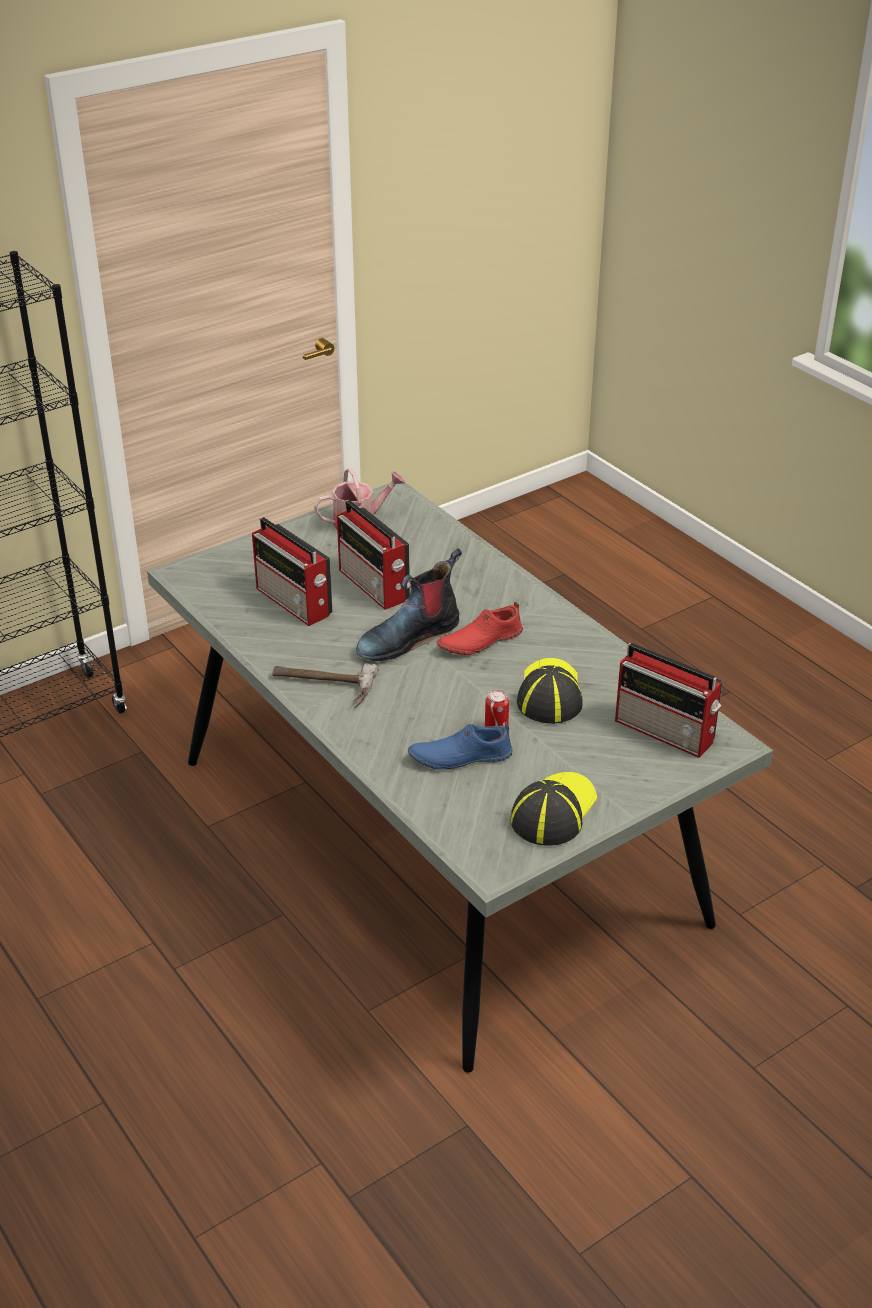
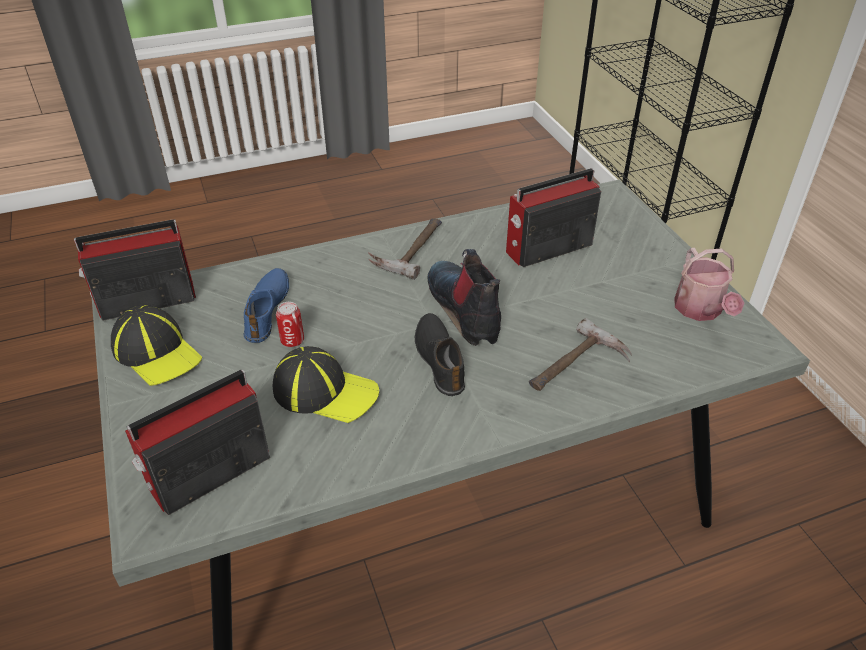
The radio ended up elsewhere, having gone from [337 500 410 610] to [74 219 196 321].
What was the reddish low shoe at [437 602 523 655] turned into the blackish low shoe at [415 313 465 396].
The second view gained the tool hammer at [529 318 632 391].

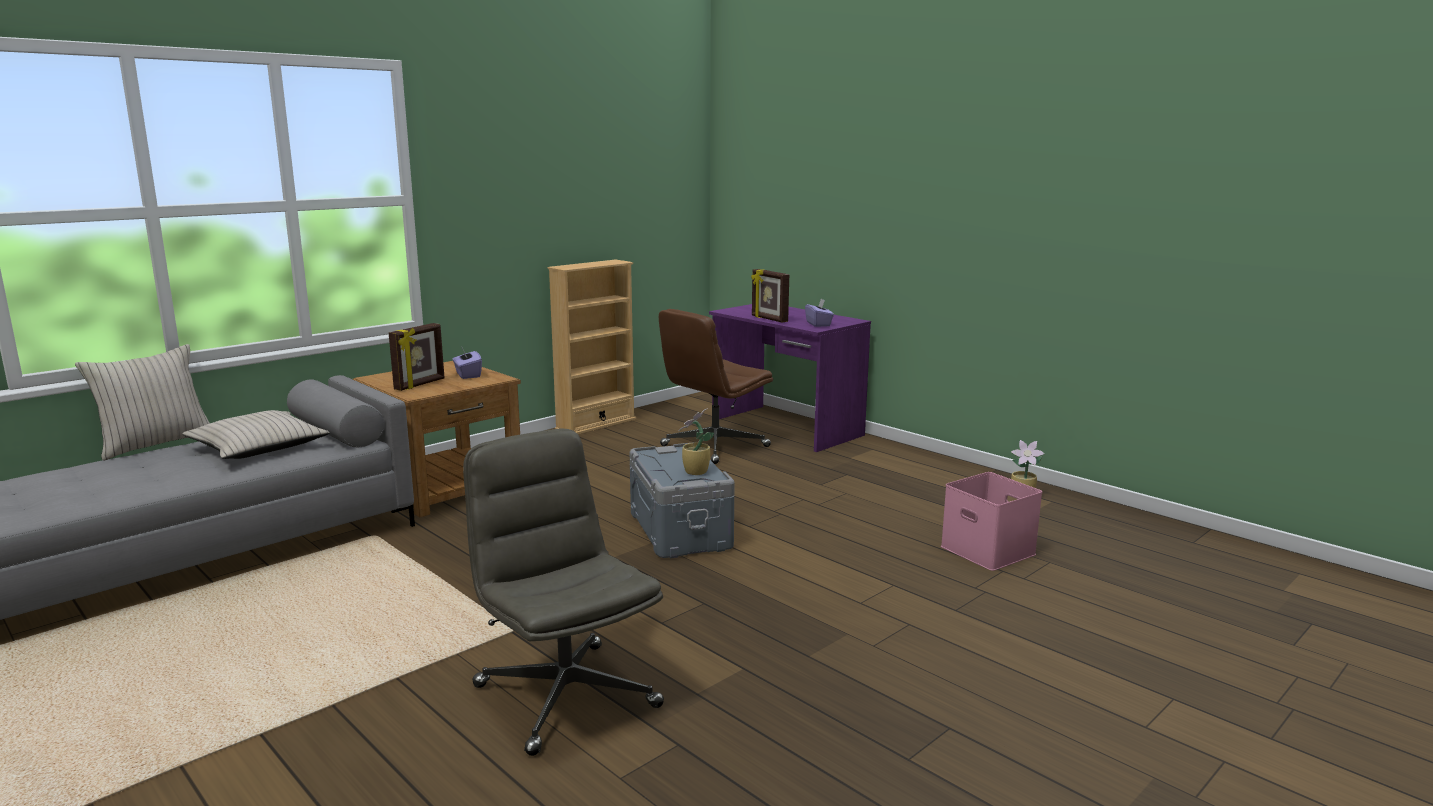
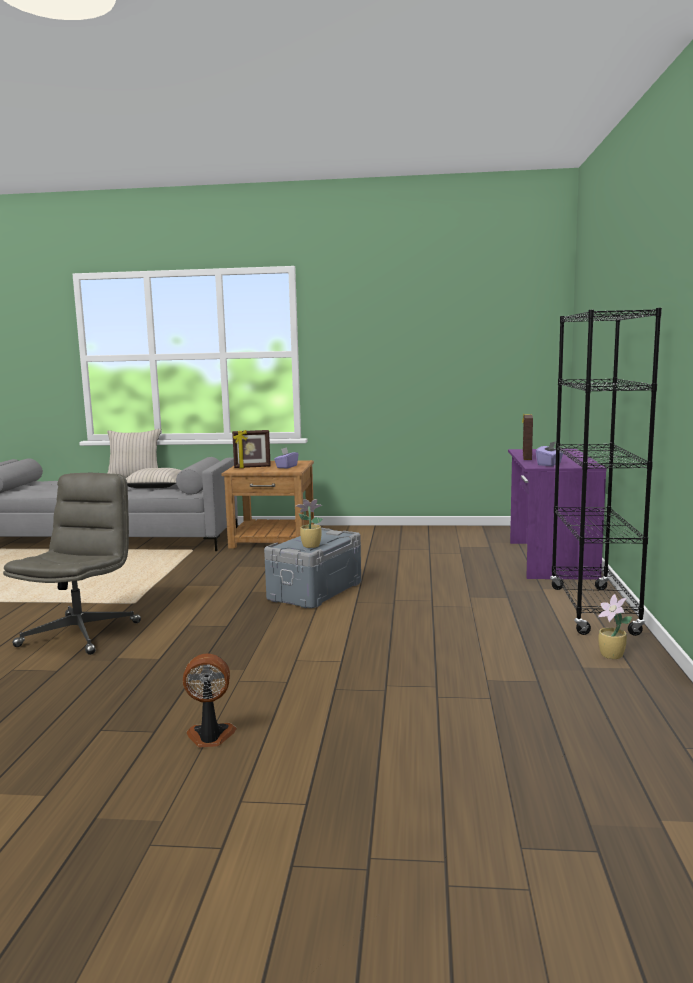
The second view gained the electric fan at [183 653 237 747].
The second view gained the blackish bookshelf at [550 308 662 636].
The second view lost the beige-coloured bookshelf at [548 259 636 434].
The second view lost the brownish office chair at [659 309 773 464].
The second view lost the pink storage container at [941 472 1043 571].

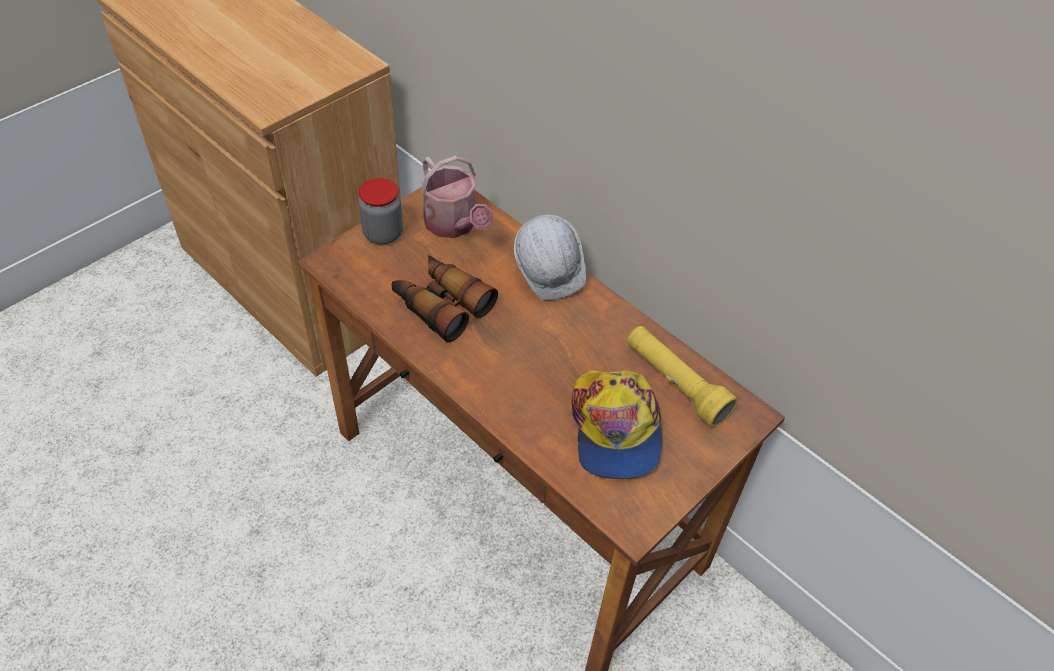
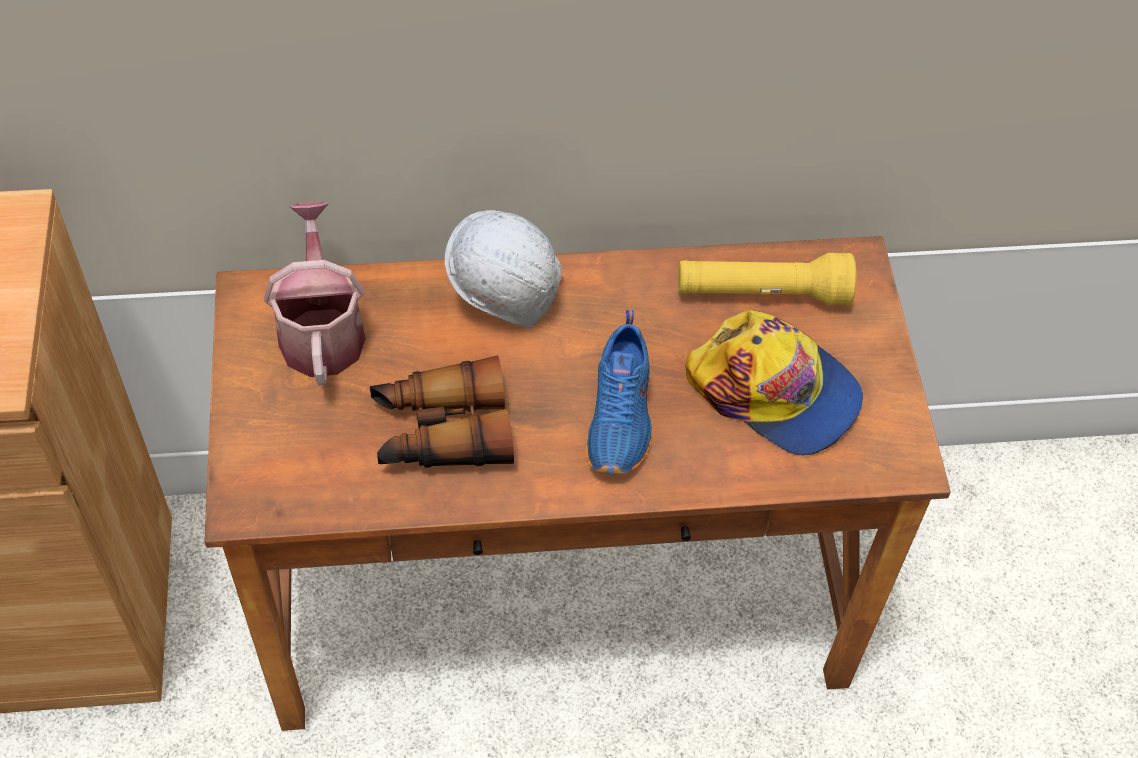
The watering pot at [421 156 493 238] ended up facing another way, 105 degrees counterclockwise from before.
The second view gained the blue low shoe at [586 310 652 474].
The second view lost the storage jar at [359 178 403 245].

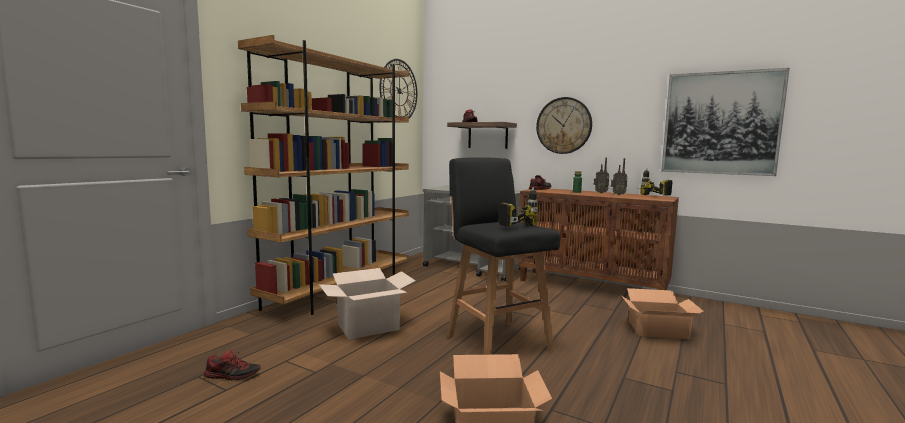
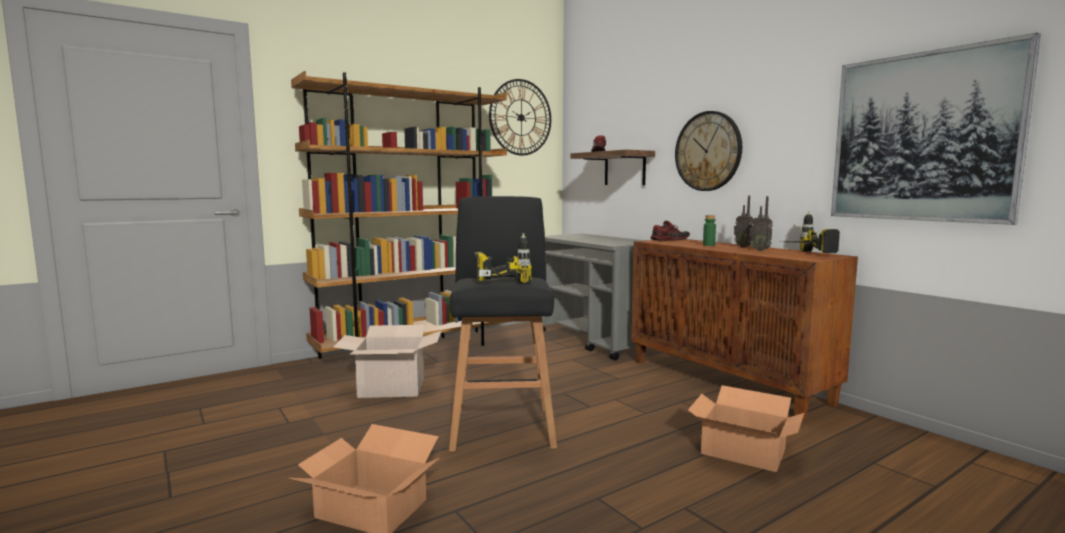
The second view lost the low shoe at [204 350 261 380].

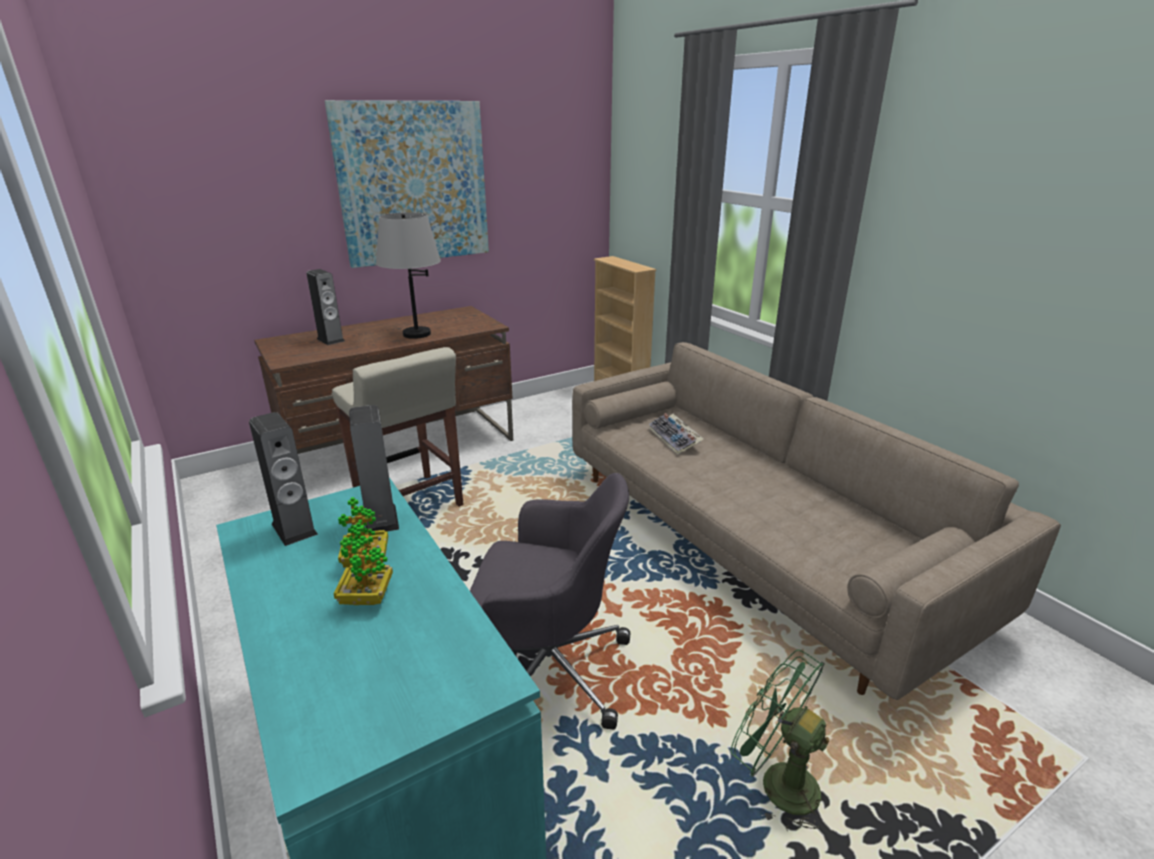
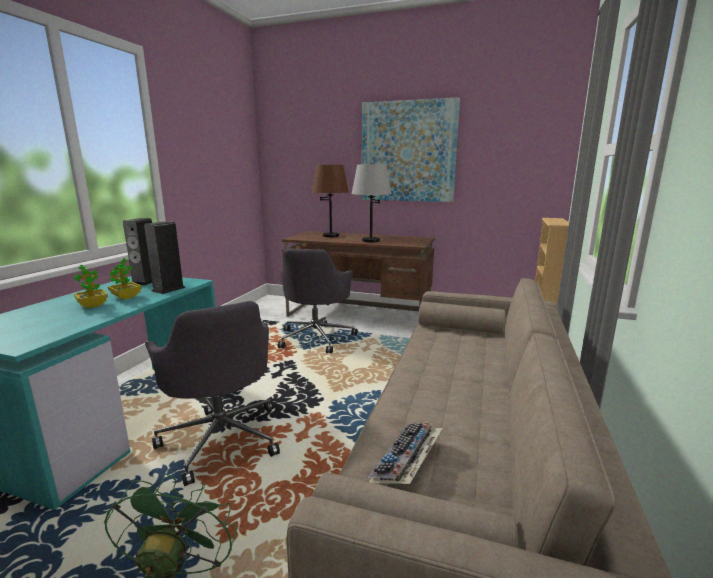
Where the beige-coloured stool stood at [332 347 463 507], the grey office chair came to stand at [278 248 358 353].
Where the speaker stood at [306 269 345 345], the brownish tabletop lamp came to stand at [312 164 349 237].
The keyboard ended up elsewhere, having gone from [649 413 704 455] to [368 422 443 484].

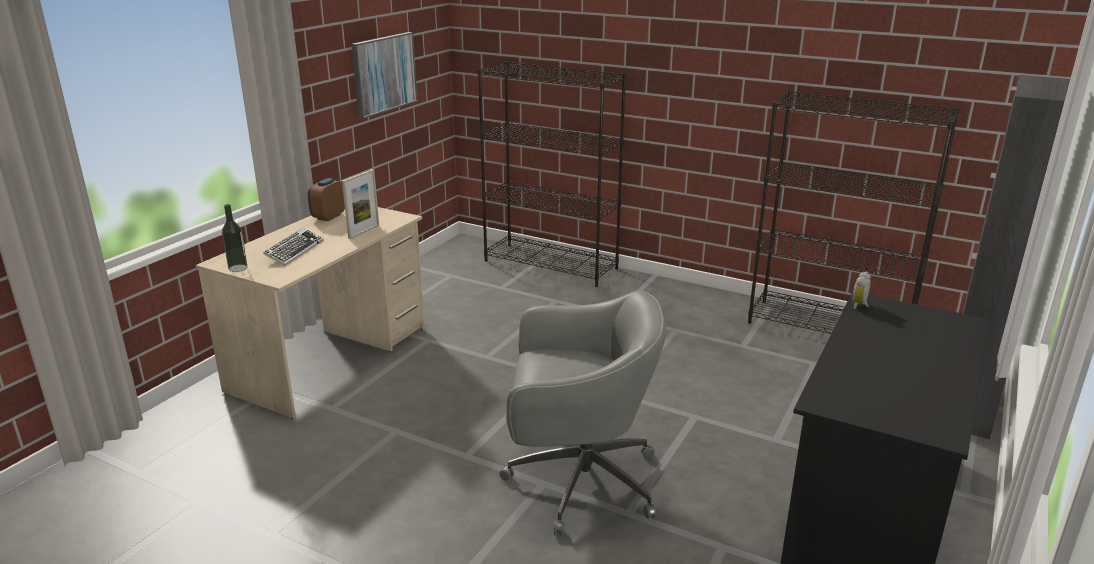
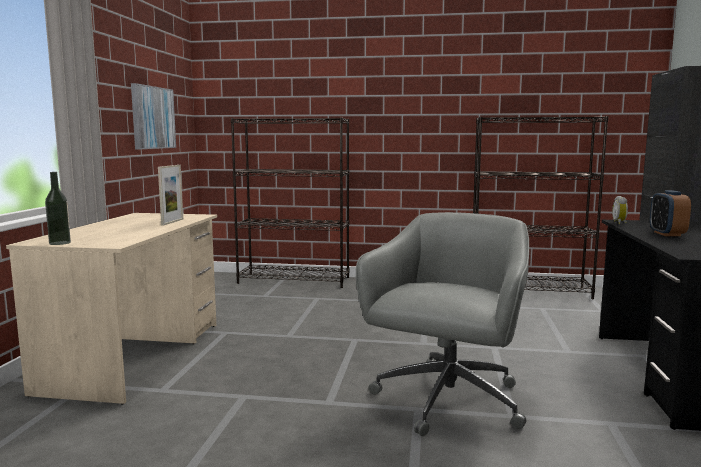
The grey office chair at [499 291 666 536] ended up facing another way, 45 degrees counterclockwise from before.
The bedside clock ended up elsewhere, having gone from [308 178 345 221] to [650 190 691 236].
The second view lost the keyboard at [263 228 324 265].

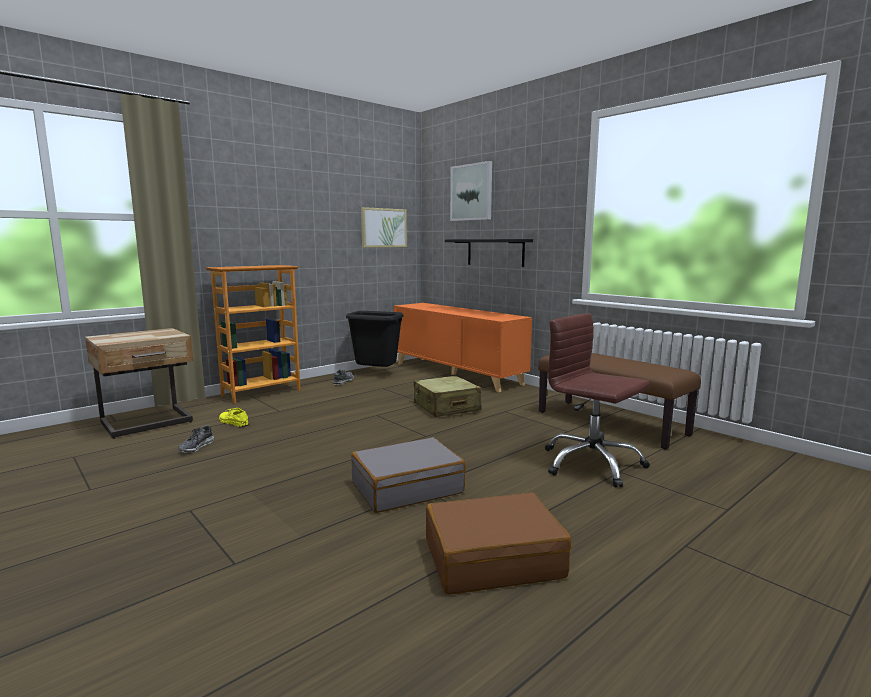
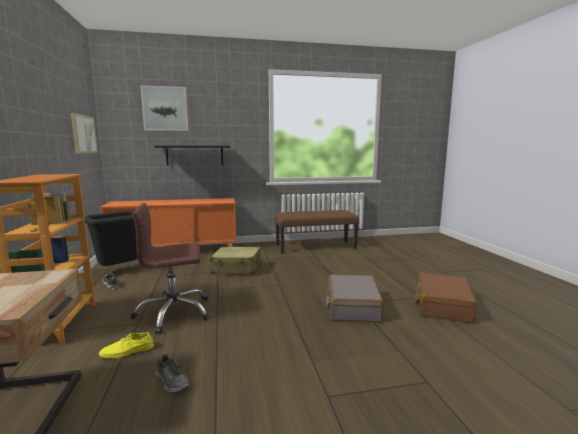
The brownish office chair ended up elsewhere, having gone from [545 313 650 488] to [130 203 210 334].

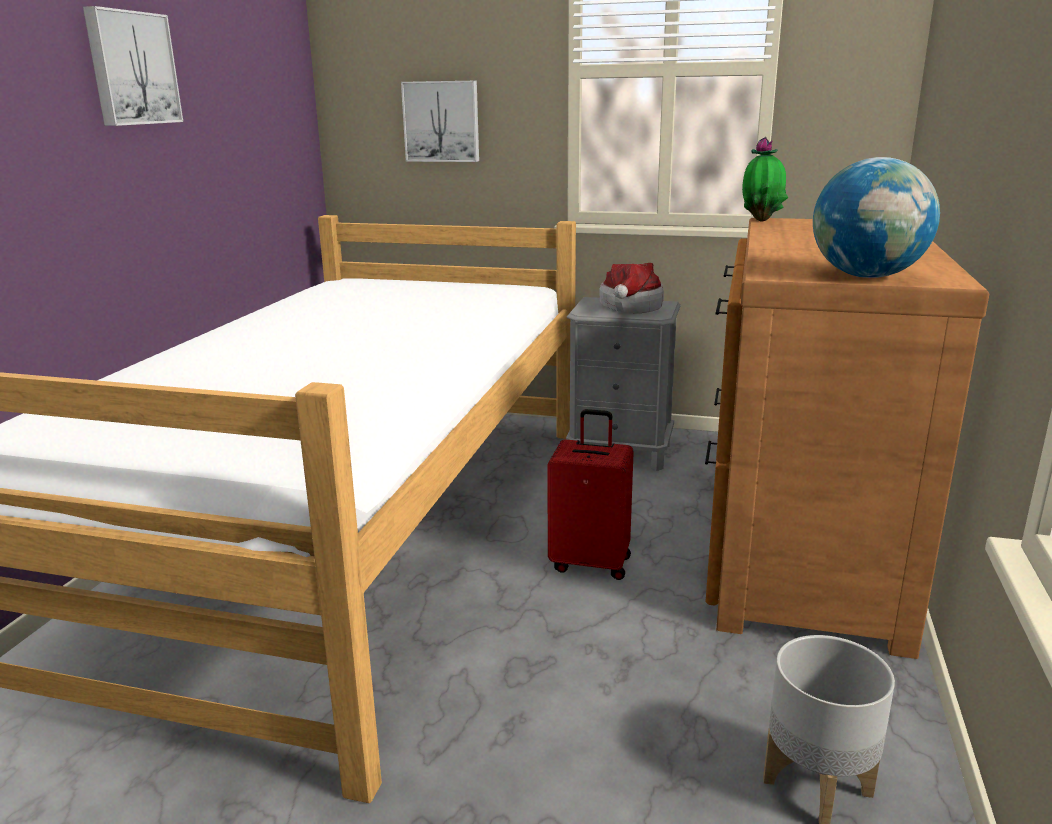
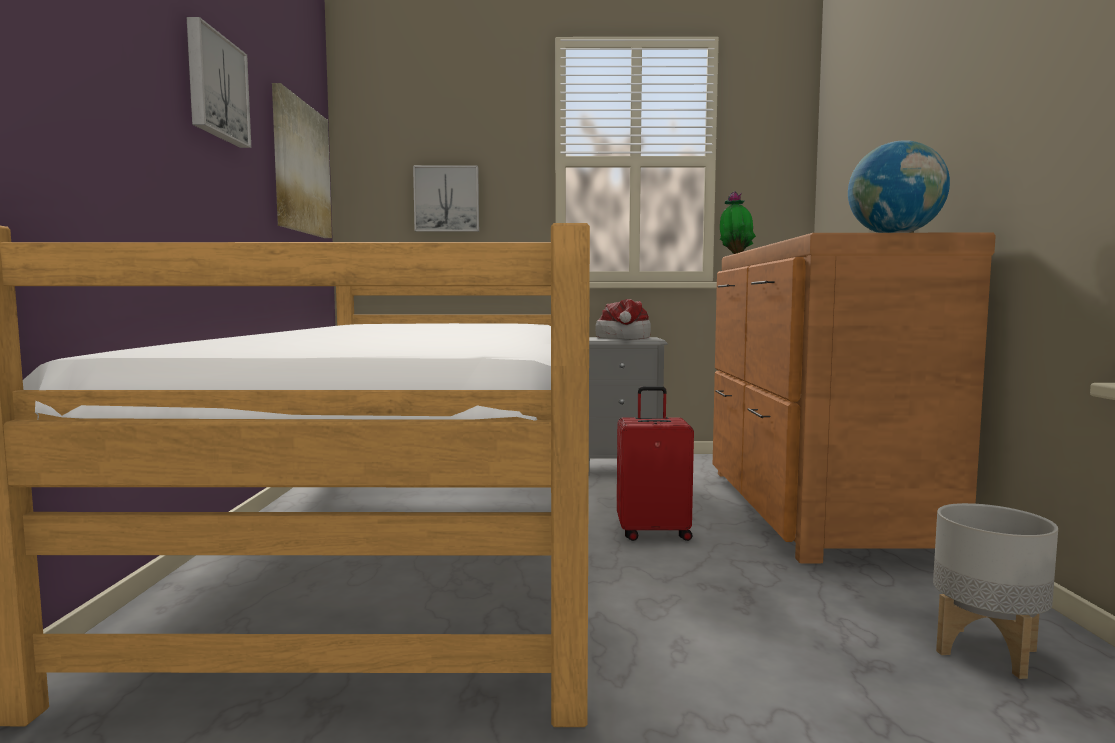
The second view gained the wall picture at [272 83 332 238].

